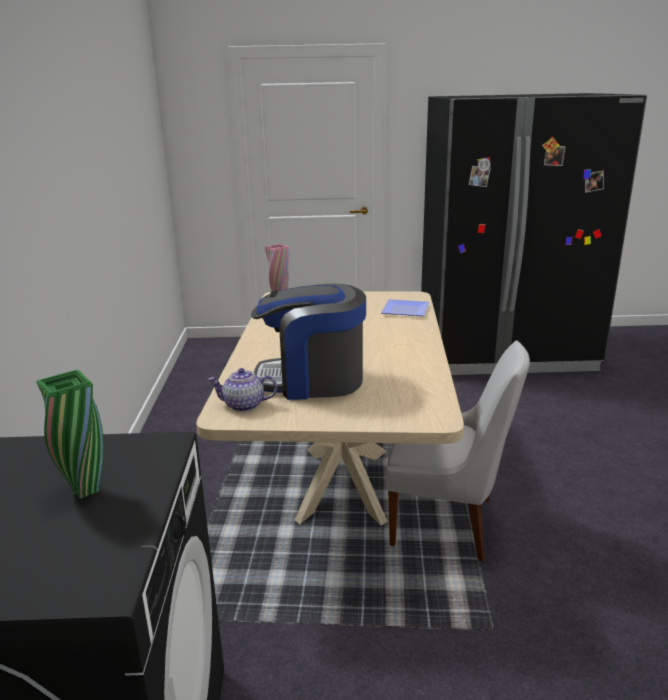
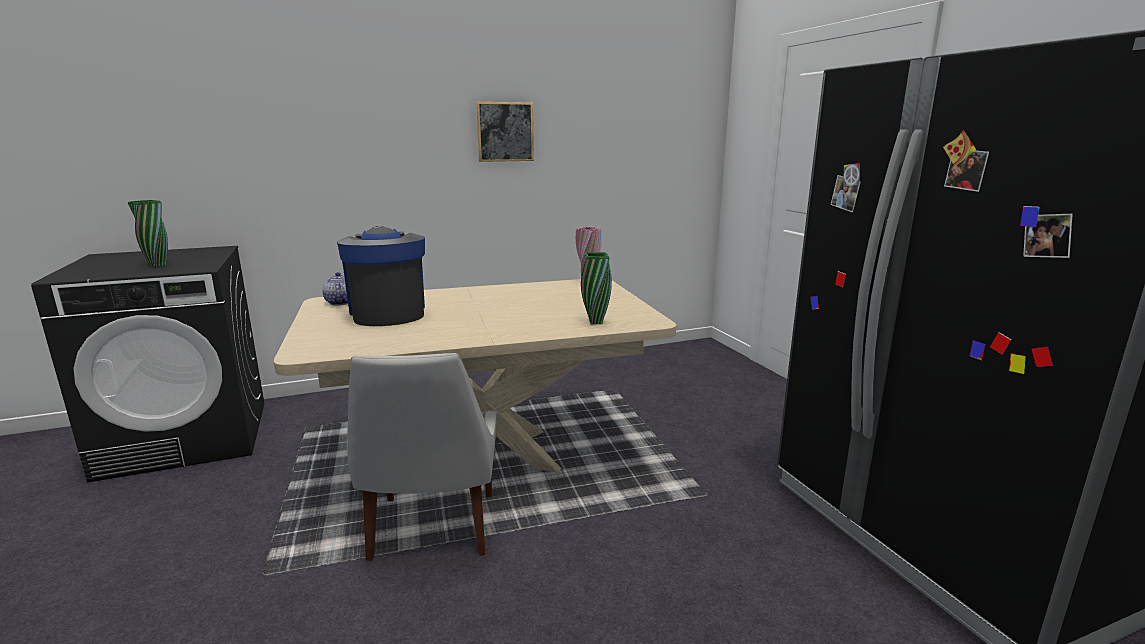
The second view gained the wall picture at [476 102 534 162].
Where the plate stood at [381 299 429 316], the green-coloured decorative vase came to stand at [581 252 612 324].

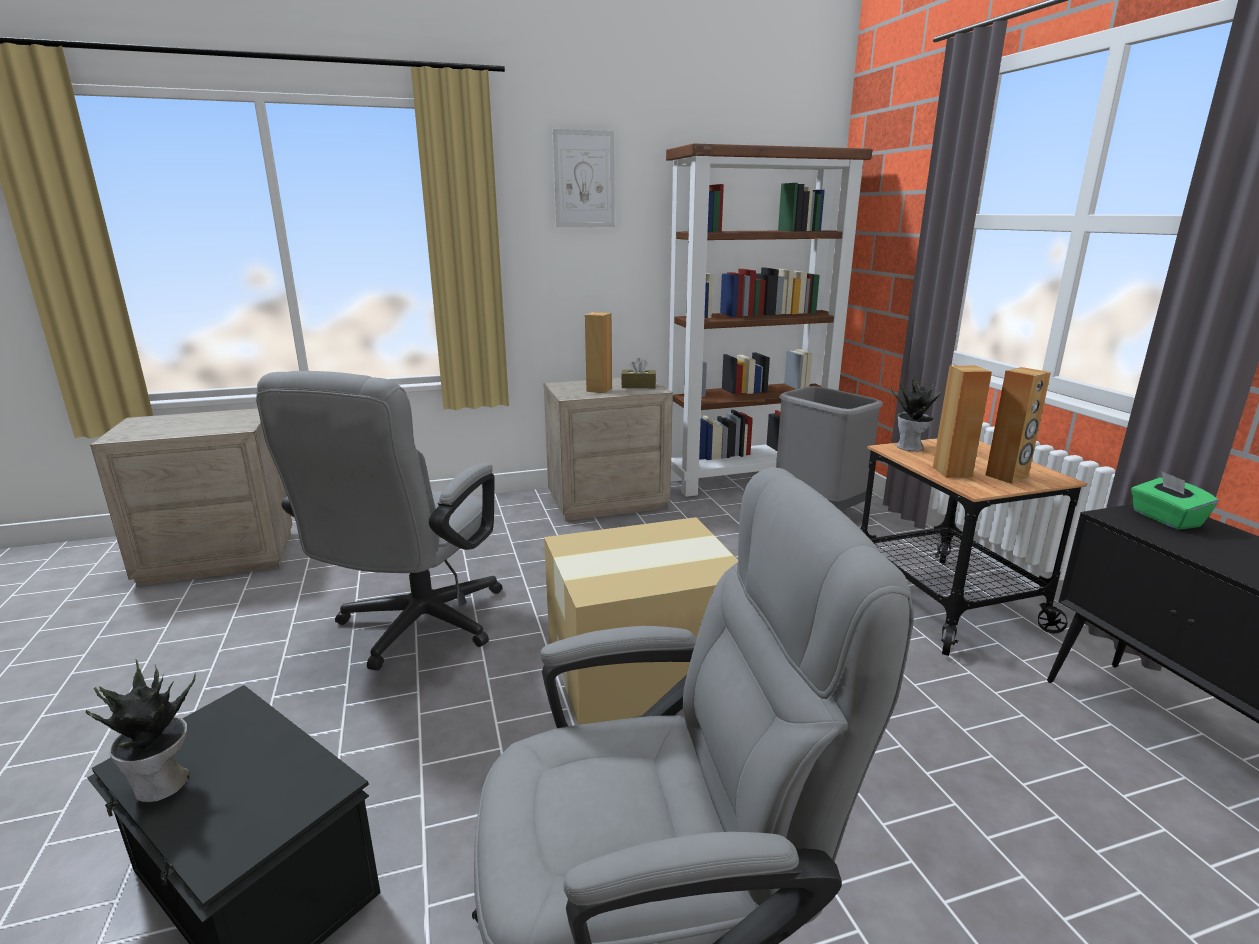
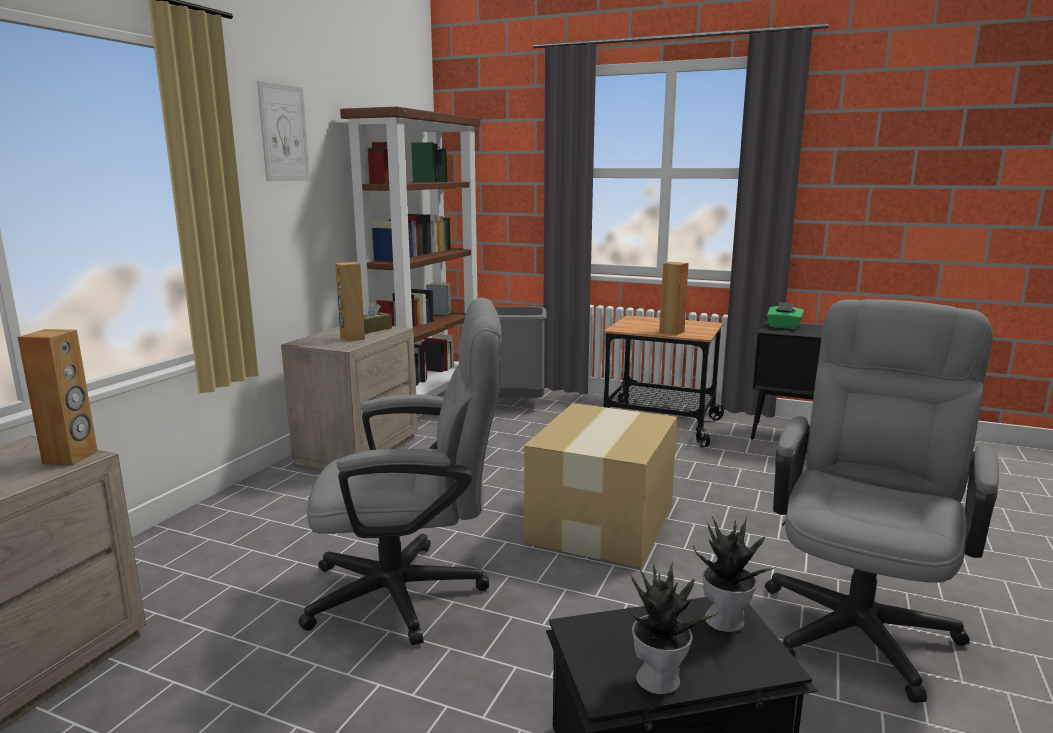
The brownish speaker ended up elsewhere, having gone from [985 367 1051 484] to [18 329 98 466].
The grey office chair at [256 371 503 670] ended up facing another way, 60 degrees counterclockwise from before.
The potted plant ended up elsewhere, having gone from [891 376 941 451] to [693 515 777 632].

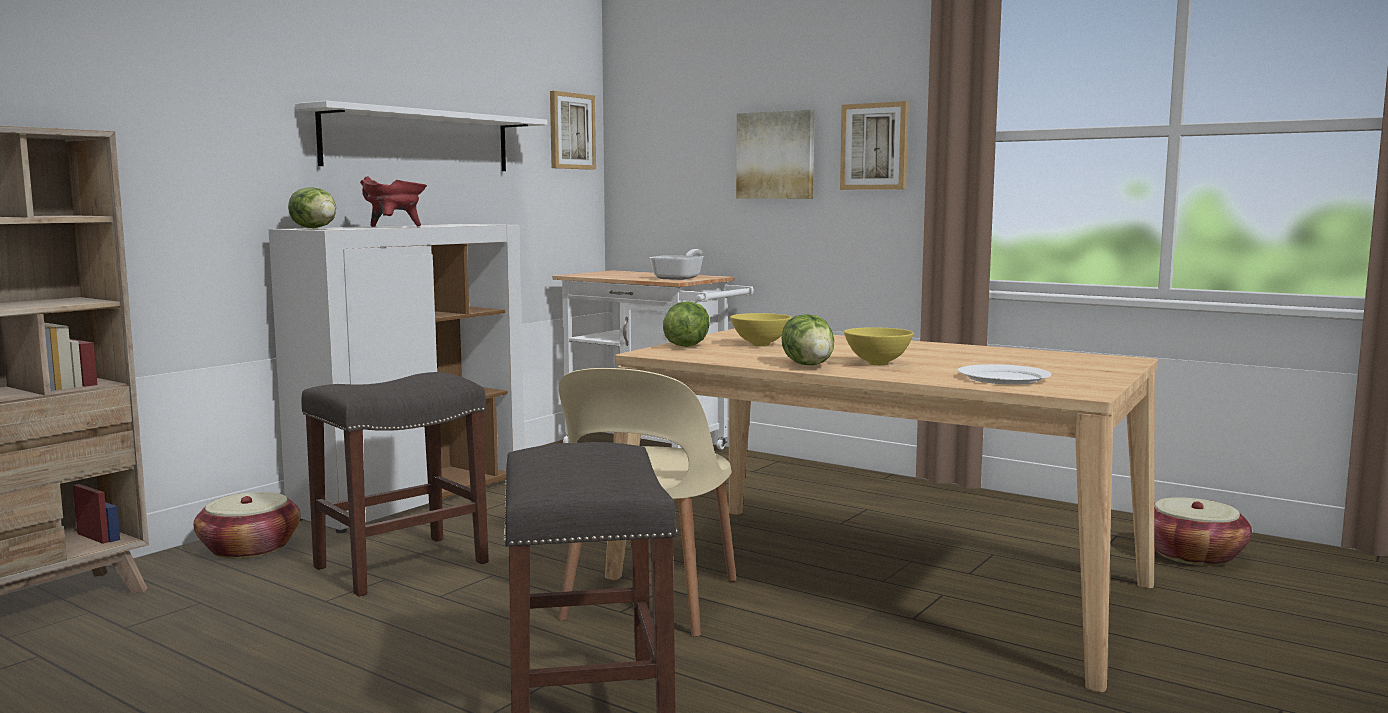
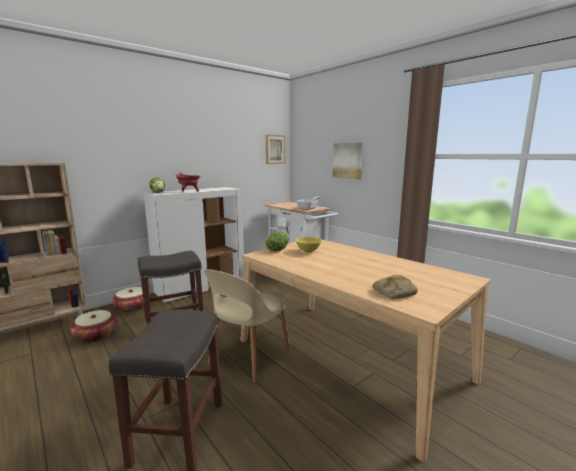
The storage basket ended up elsewhere, having gone from [1154 497 1252 566] to [70 310 117 343].
Where the white plate stood at [958 364 1052 384], the bakery bread came to stand at [373 275 418 299].
The second view lost the white wall shelf at [295 101 547 171].
The second view lost the head of lettuce at [781 314 834 365].
The second view lost the wall picture at [840 101 909 190].
The second view lost the yellow serving bowl at [844 327 914 365].

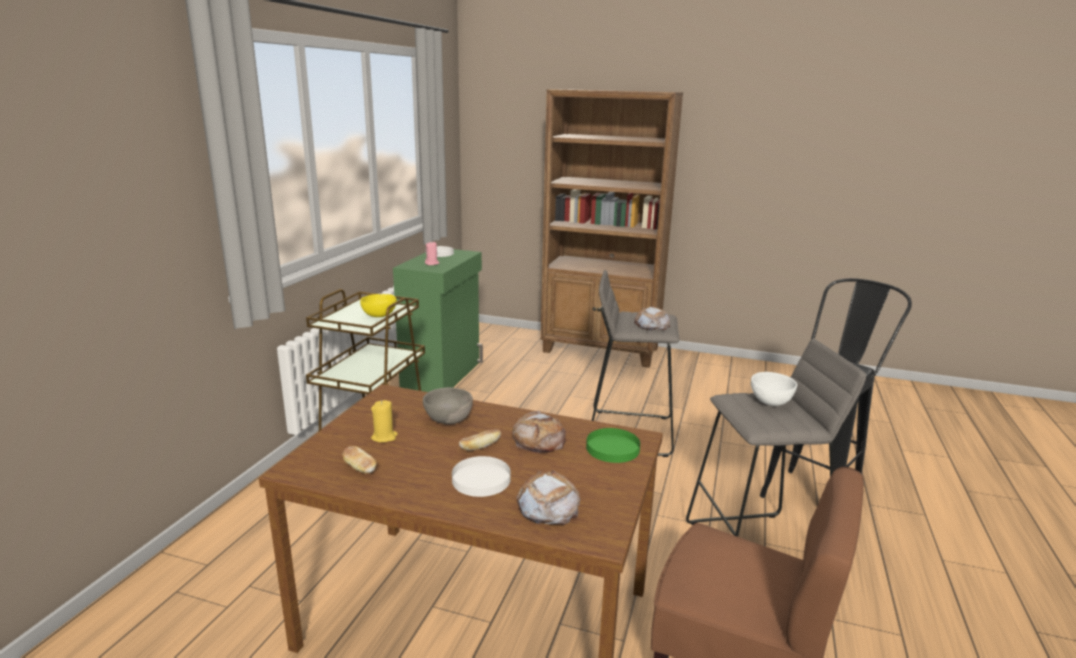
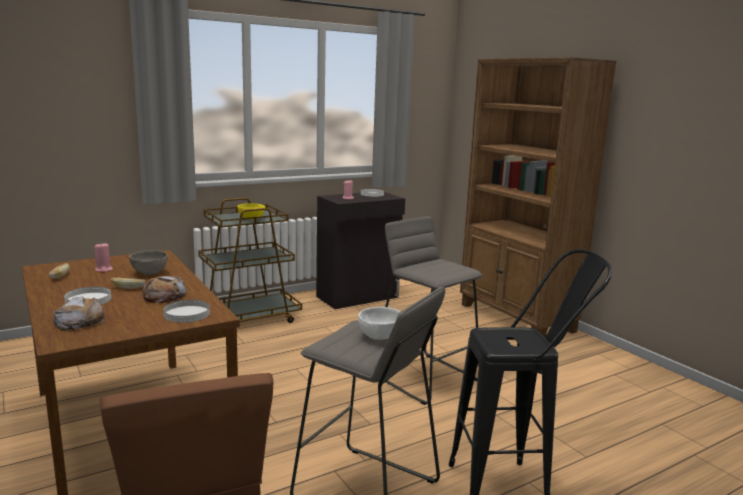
What was the yellow candle at [371 400 398 443] turned into the pink candle at [95 242 113 272].
What was the green-coloured plate at [586 428 640 463] turned into the white plate at [163 300 210 323].
What was the green-coloured cabinet at [393 249 483 392] turned into the blackish cabinet at [316 192 405 309].
The second view lost the bakery bread at [634 306 671 330].

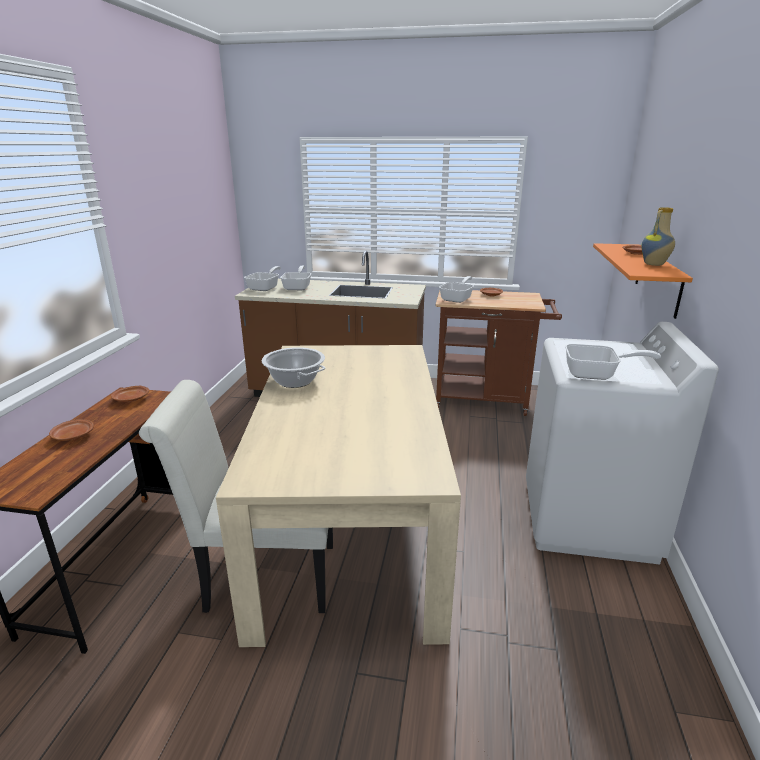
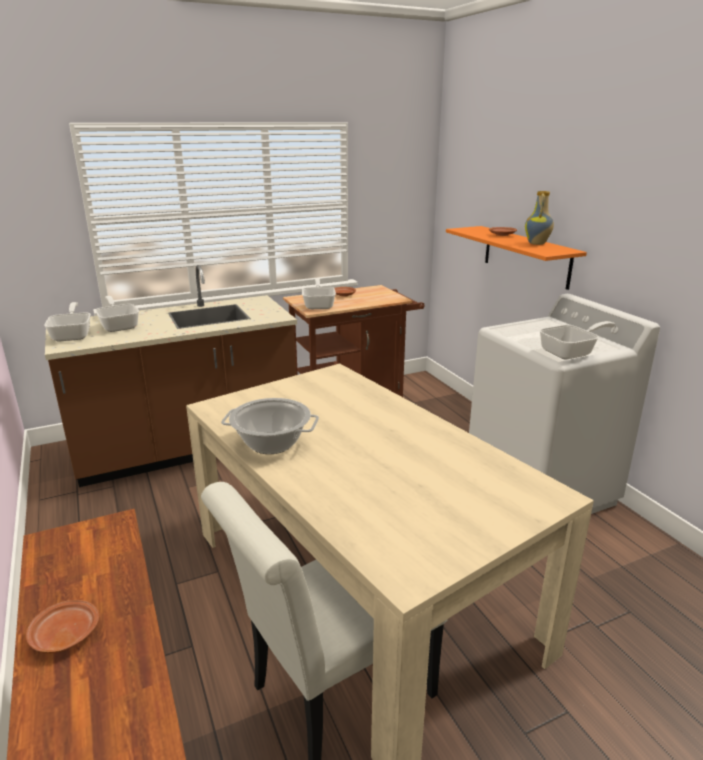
The second view lost the brownish plate at [111 386 149 402].

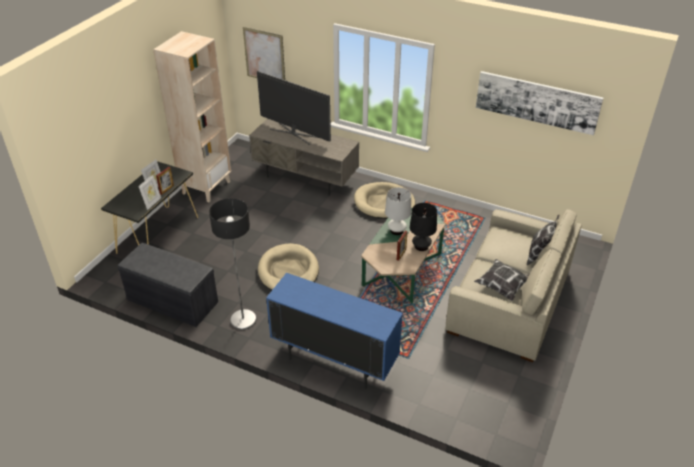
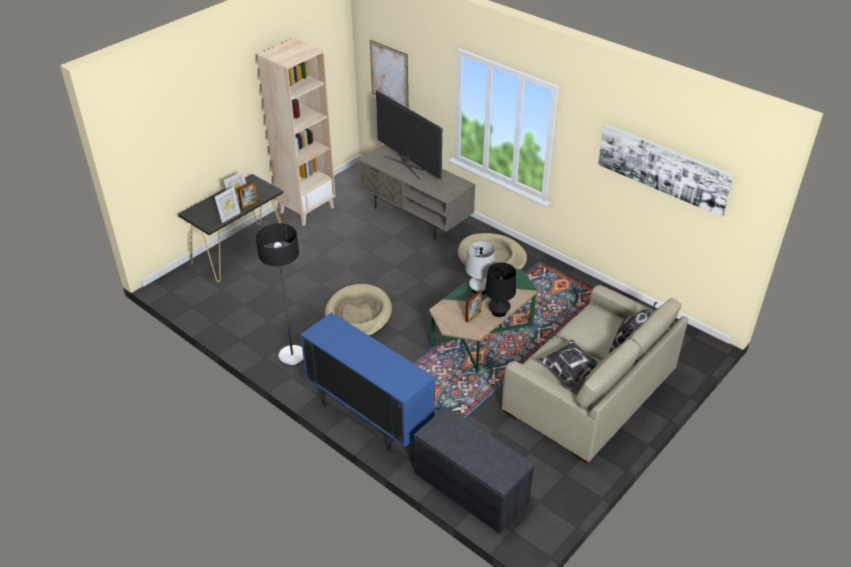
The grey bench ended up elsewhere, having gone from [117 243 218 327] to [414 407 535 534].

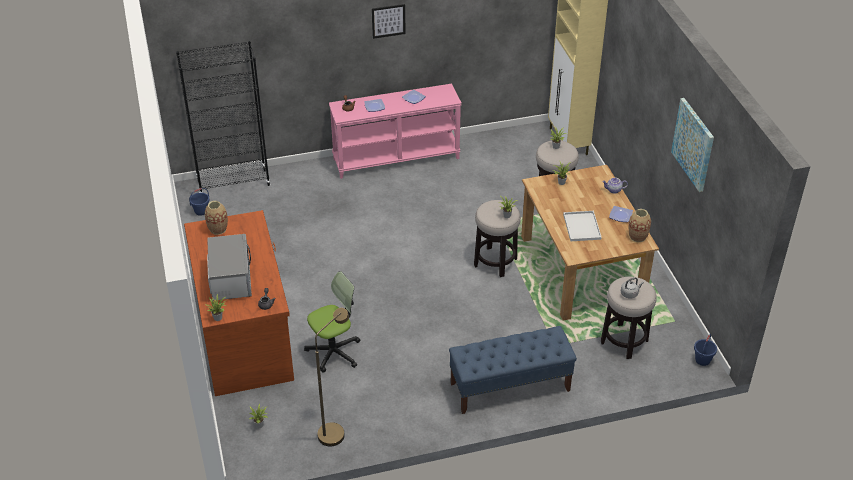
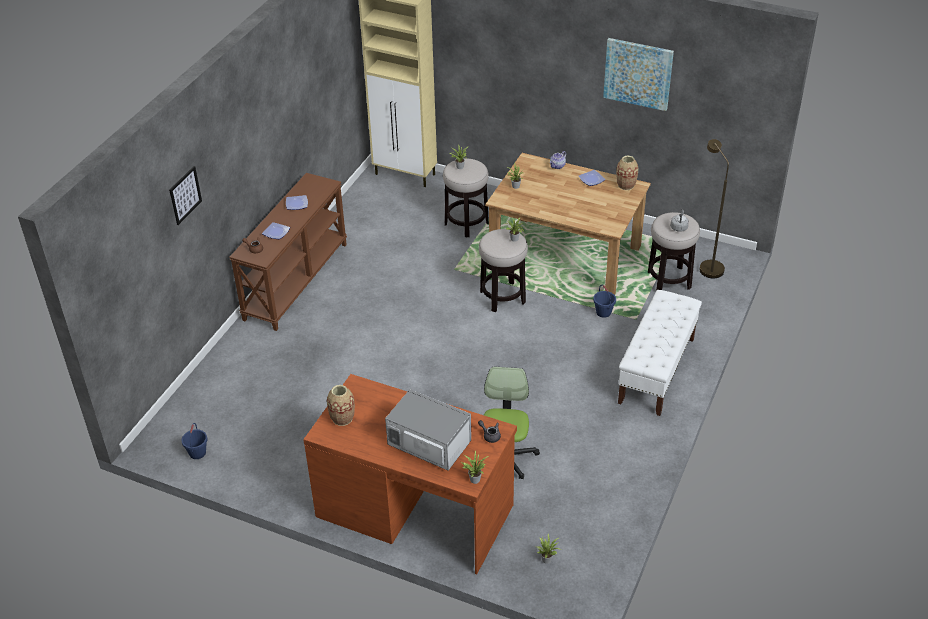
The wall picture ended up elsewhere, having gone from [372 4 406 39] to [169 166 202 225].
What was the pink narrow table at [329 84 462 179] turned into the brownish narrow table at [229 173 347 331].
The blue bucket ended up elsewhere, having gone from [694 334 717 366] to [593 285 616 318].
What was the blue bench at [449 326 577 414] turned into the white bench at [618 290 702 416].
The brownish standing lamp ended up elsewhere, having gone from [315 308 349 446] to [699 139 729 278].
The second view lost the blackish bookshelf at [176 41 271 193].
The second view lost the white serving tray at [563 211 602 241].

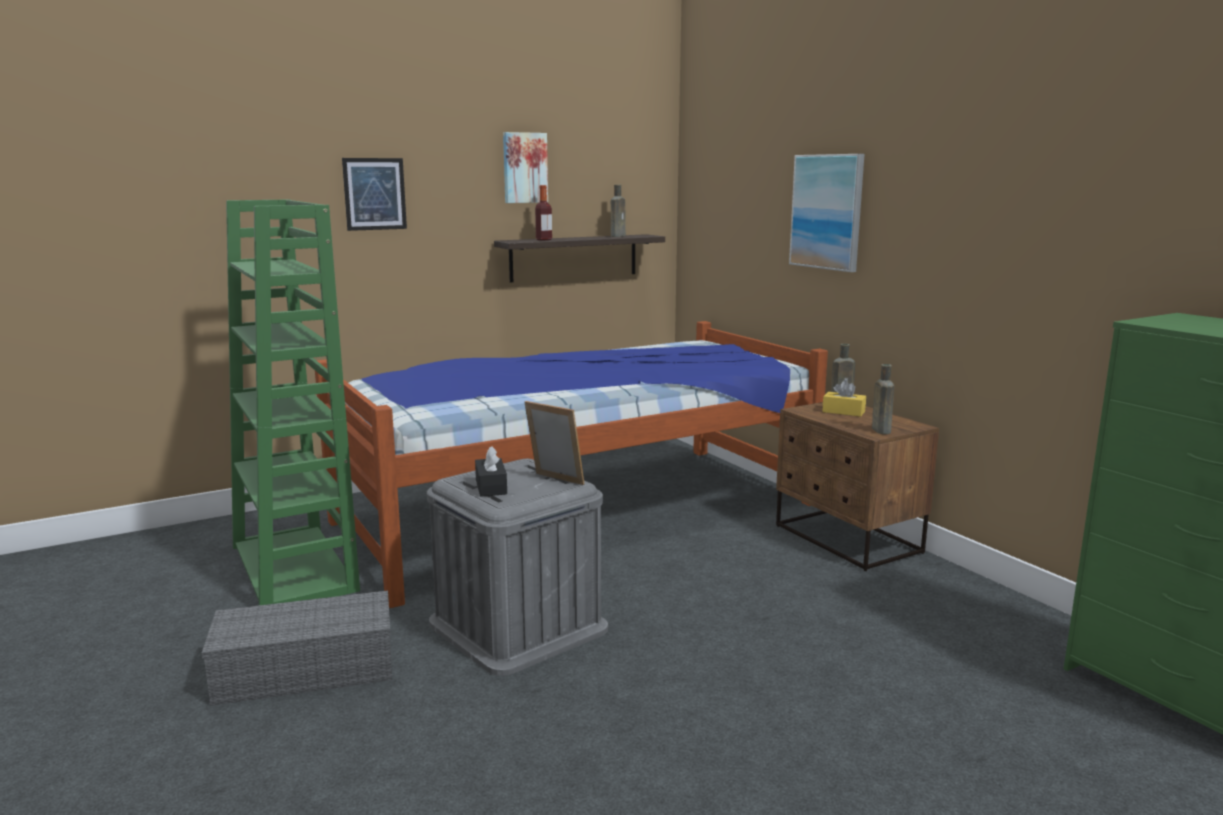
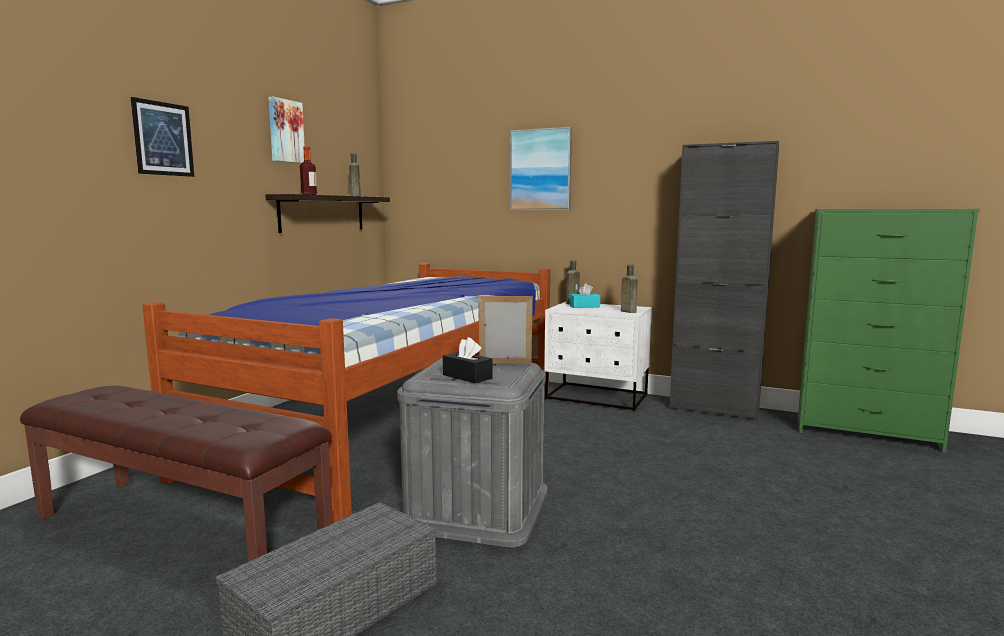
Where the green-coloured bookshelf stood at [226 199 360 605], the brownish bench came to stand at [20 386 333 562].
What was the brownish bedside table at [776 402 939 571] turned into the white bedside table at [544 302 652 411].
What was the yellow tissue holder at [822 380 866 417] turned into the turquoise-coloured tissue holder at [570 283 600 308].
The second view gained the blackish cabinet at [669 141 779 420].

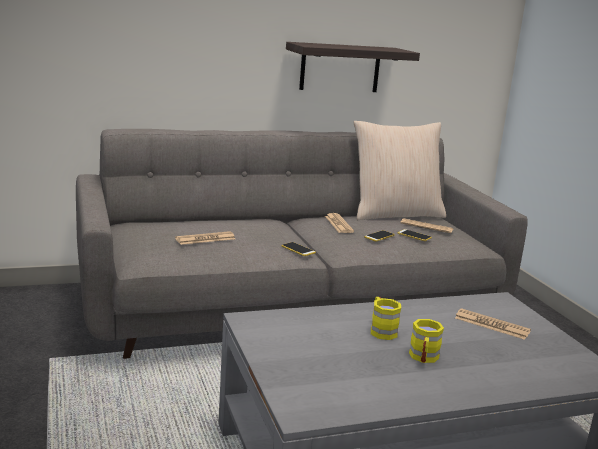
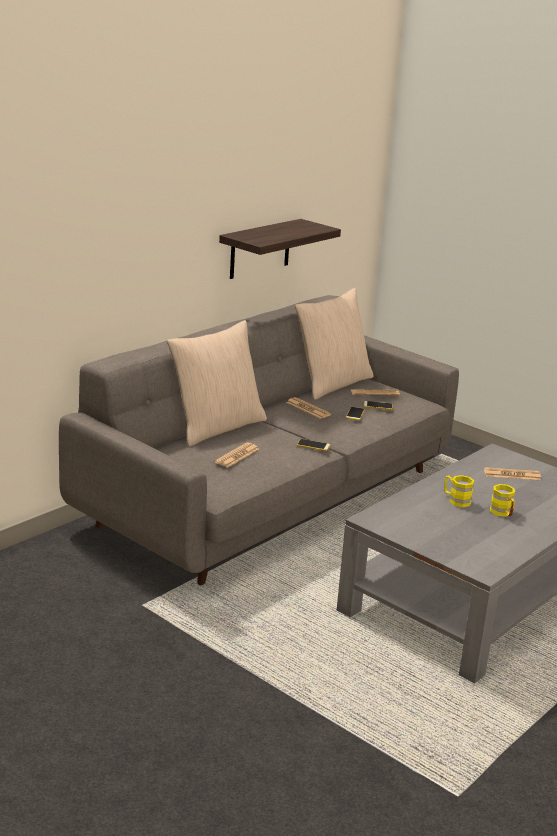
The second view gained the beige-coloured throw pillow at [167 320 267 447].

